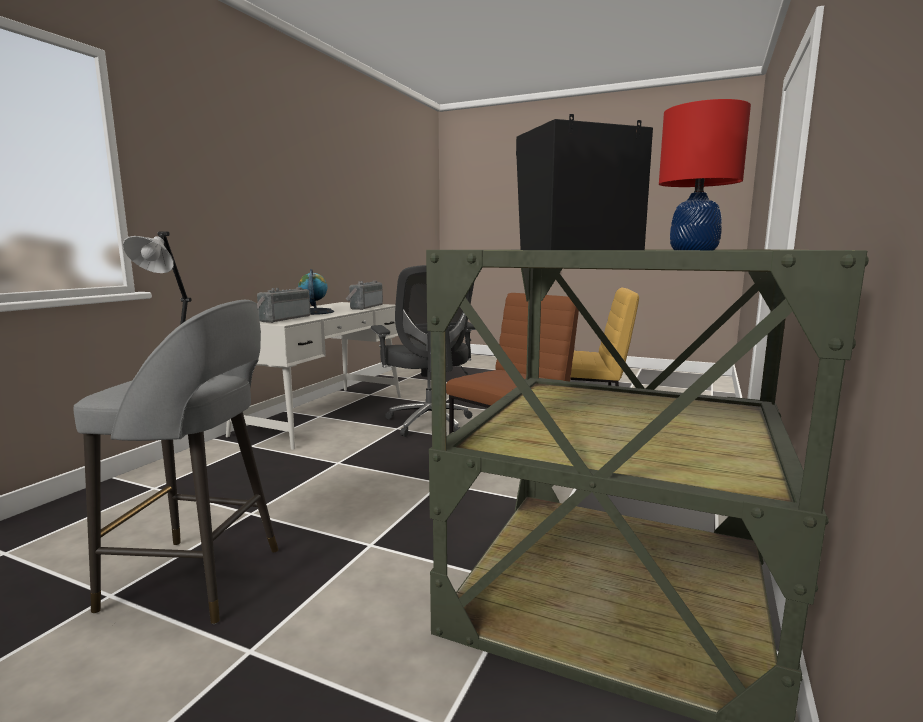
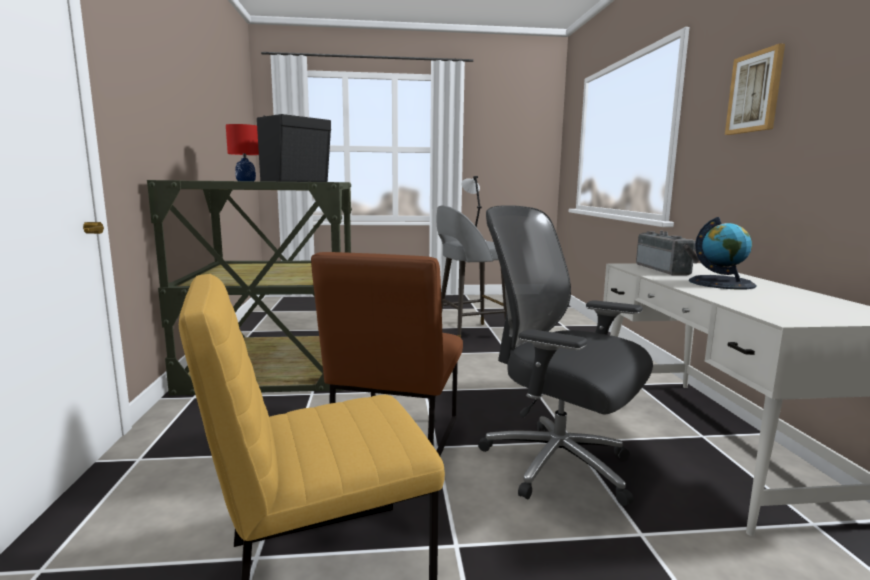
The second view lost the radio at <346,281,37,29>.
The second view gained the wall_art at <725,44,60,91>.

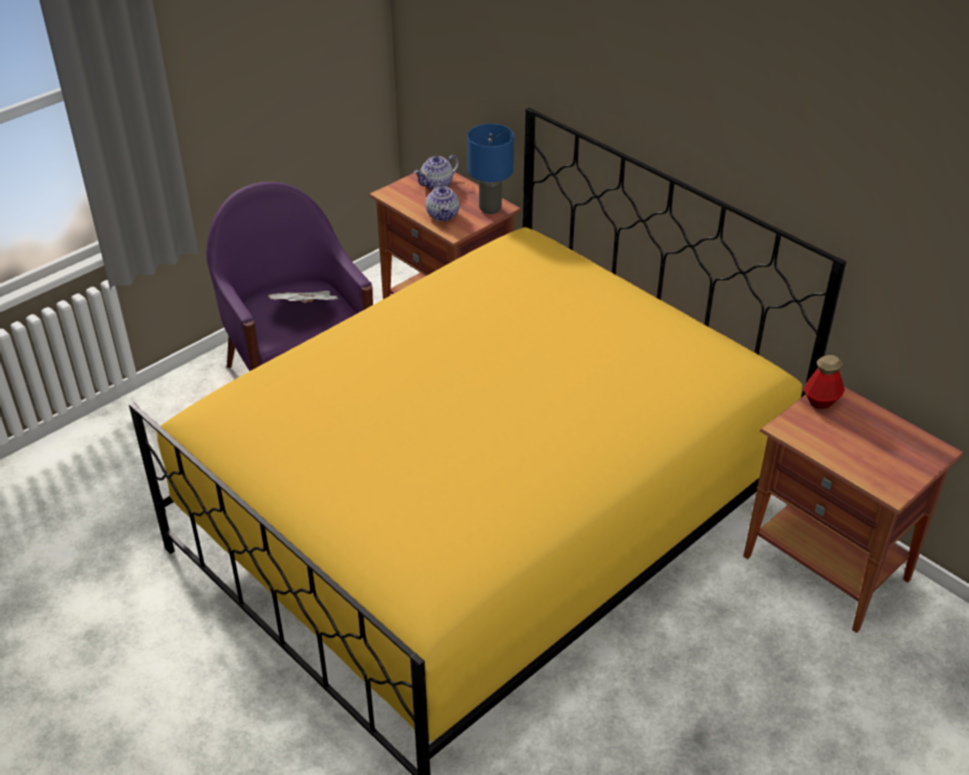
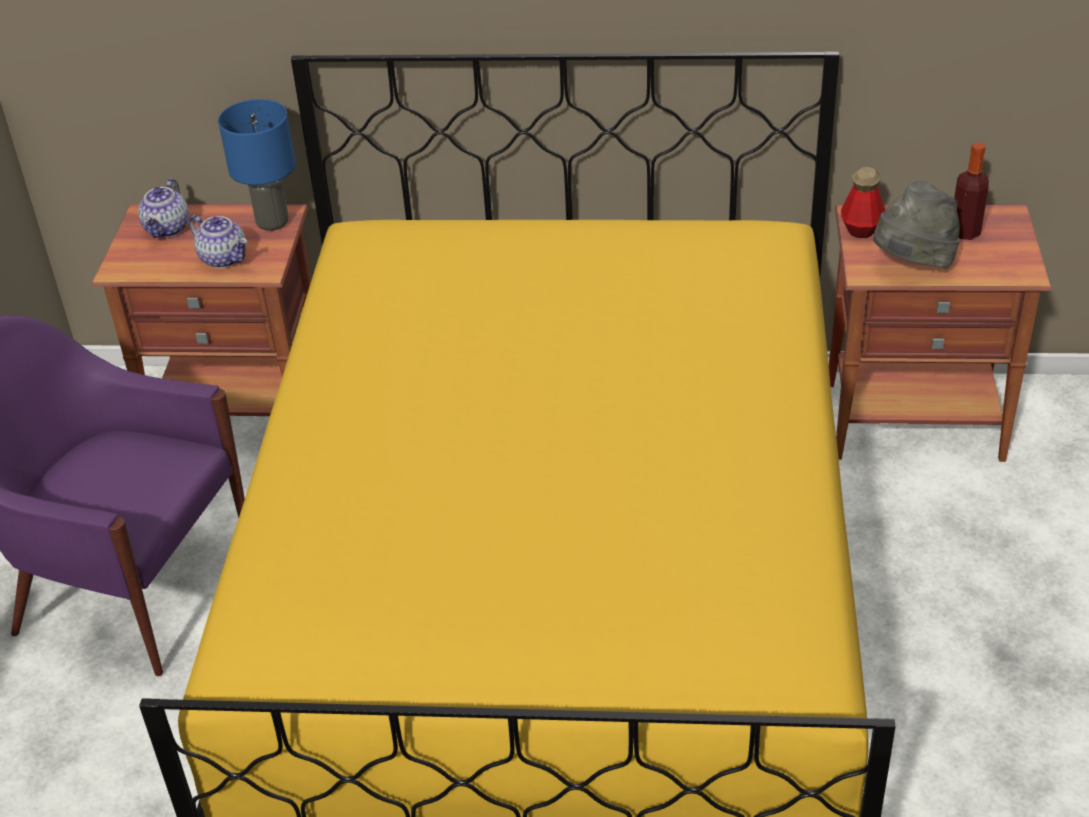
The second view lost the printed_paper at <268,291,71,12>.
The second view gained the bottle at <954,142,35,98>.
The second view gained the gray_clothing_hat at <873,181,87,87>.

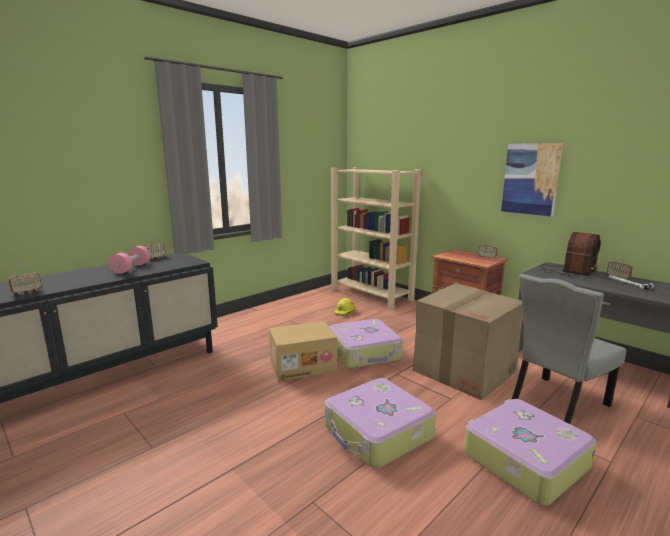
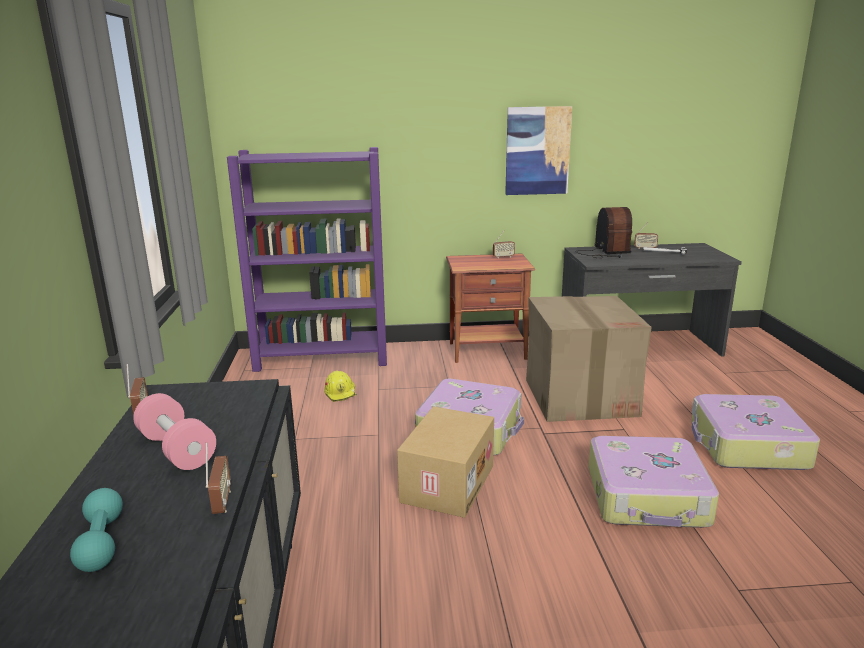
What was the sand-coloured_shelving_unit at <331,167,90,143> turned into the purple-coloured_shelving_unit at <227,147,160,225>.
The radio ended up elsewhere, having gone from <9,262,33,32> to <206,443,25,71>.
The second view lost the gray_chair at <512,274,114,150>.
The second view gained the turquoise-coloured_free_weight at <70,488,53,84>.

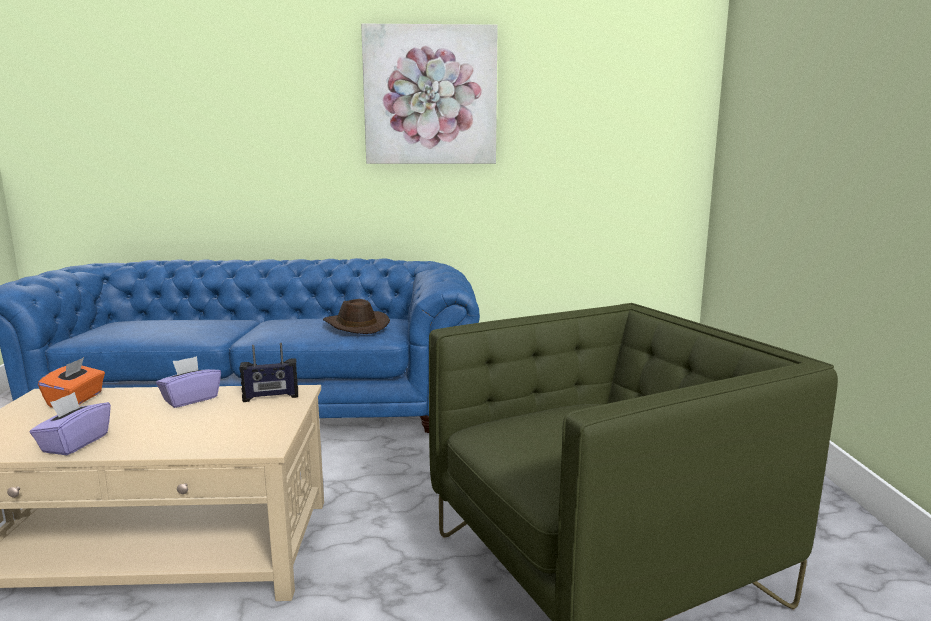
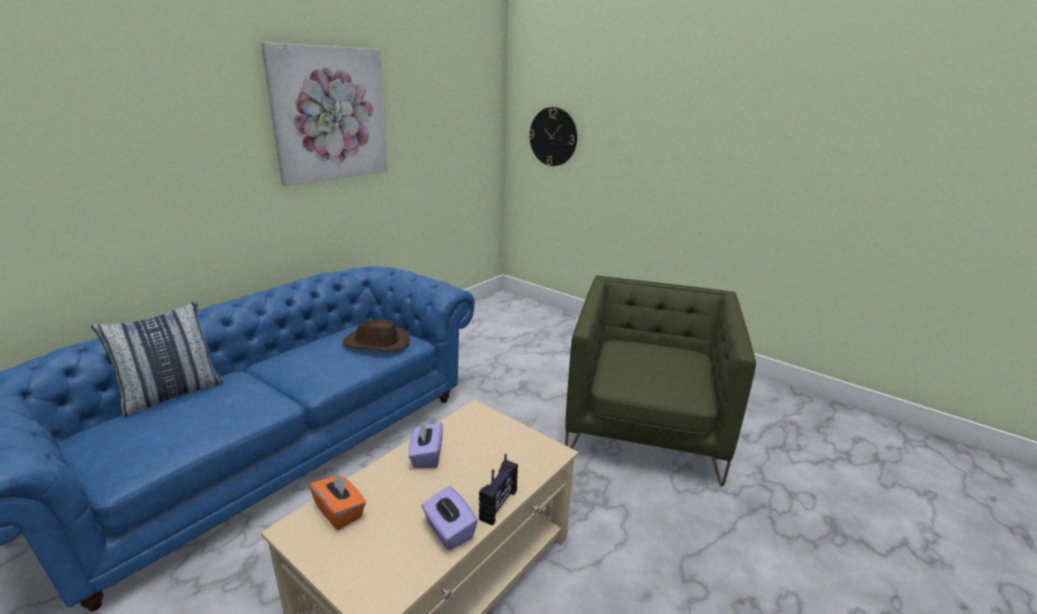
The radio ended up elsewhere, having gone from <240,343,58,59> to <479,453,39,72>.
The second view gained the hanging_clock at <529,107,48,59>.
The second view gained the cushion at <91,300,132,117>.

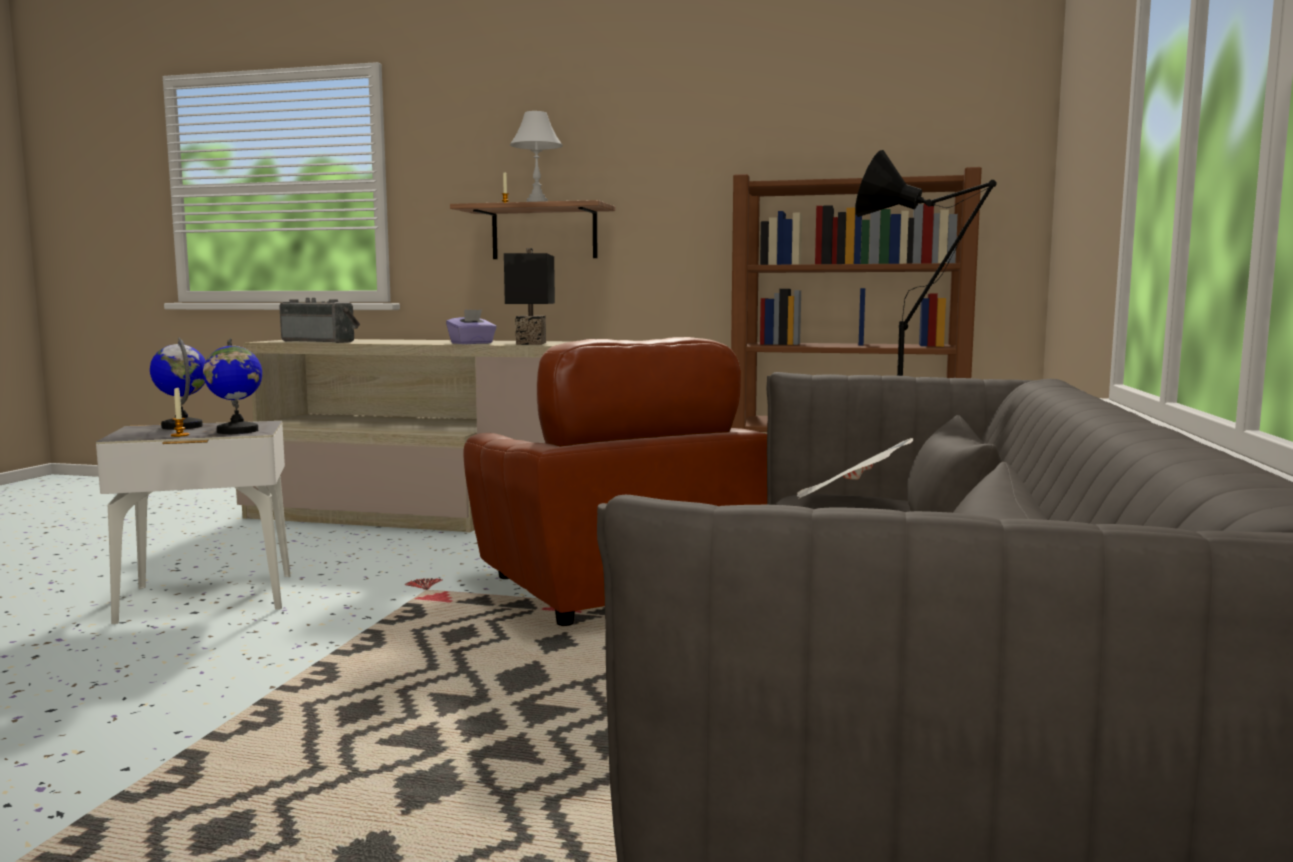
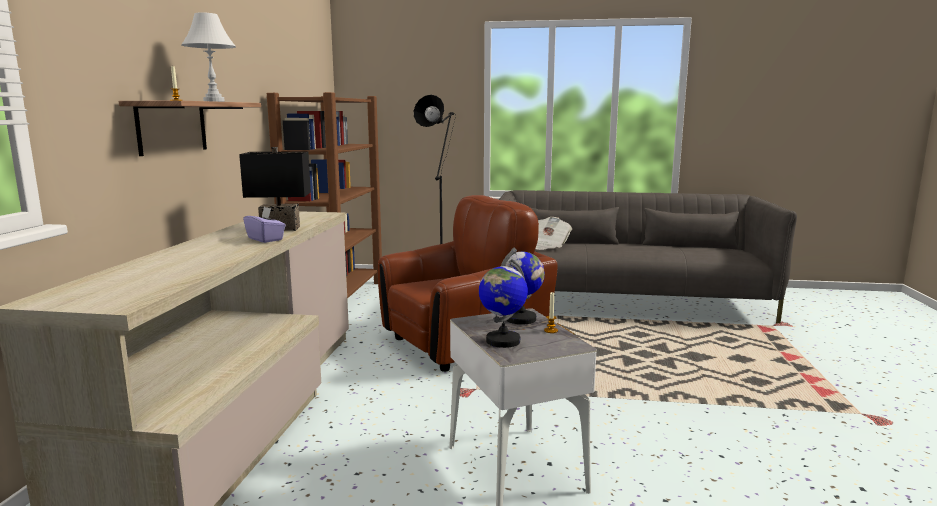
The second view lost the radio at <279,298,81,45>.

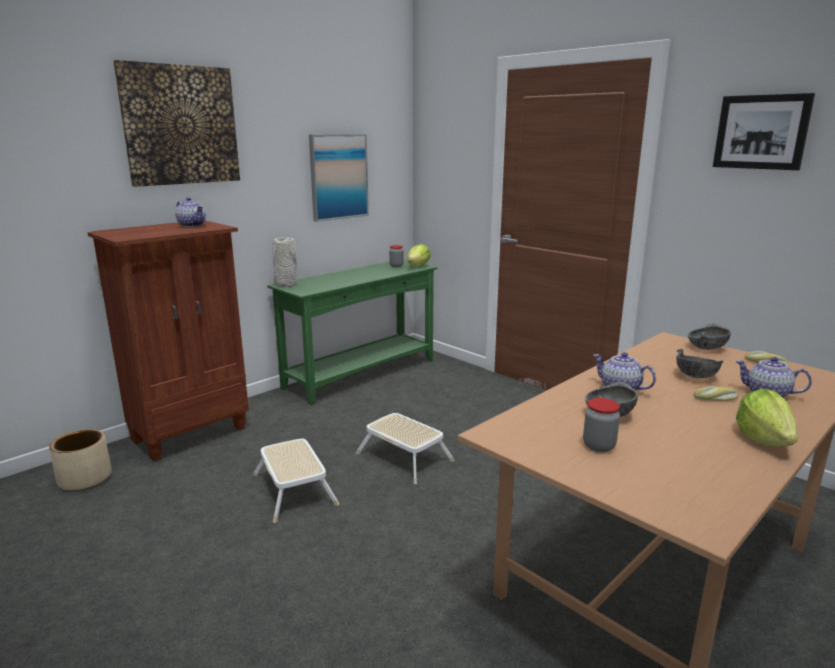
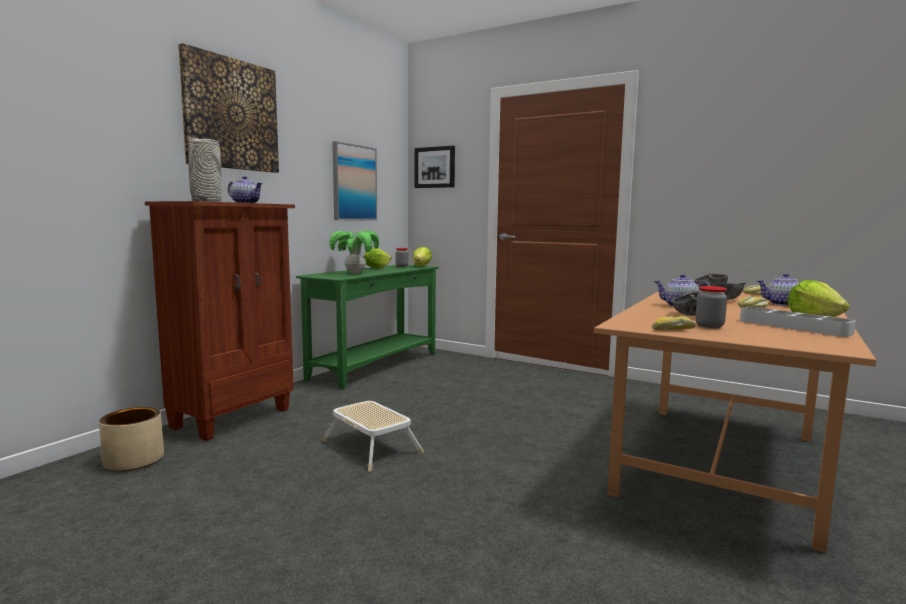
The wall_art ended up elsewhere, having gone from <713,93,102,77> to <415,146,40,42>.
The gray_decorative_vase ended up elsewhere, having gone from <273,237,24,50> to <188,138,34,64>.
The second view lost the sand-coloured_step_stool at <356,413,99,71>.
The second view gained the houseplant at <329,230,50,44>.
The second view gained the lettuce_head at <364,248,28,20>.
The second view gained the gray_carrying_tray at <740,307,116,30>.
The second view gained the baked_bread at <652,316,44,14>.

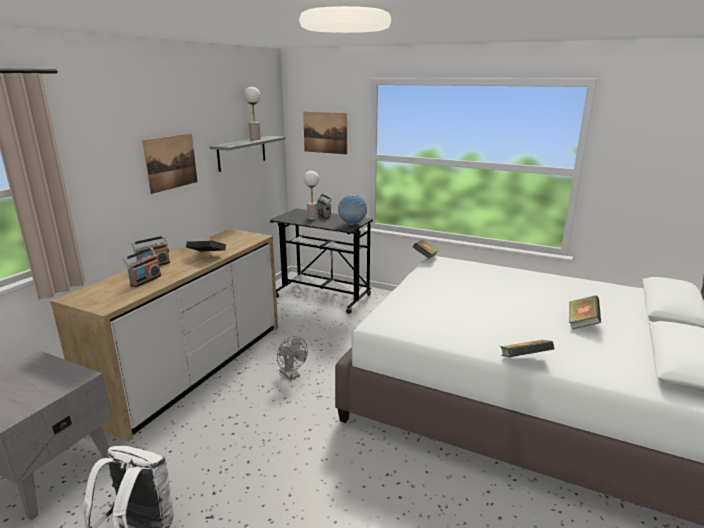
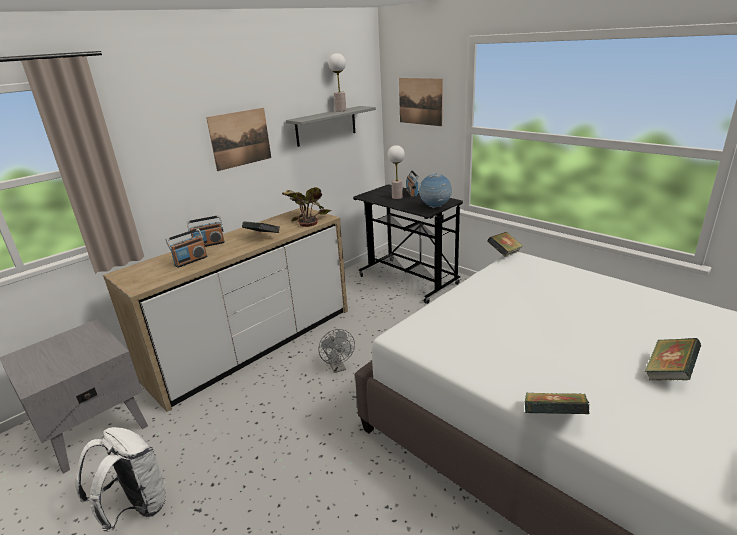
The second view gained the houseplant at <282,187,49,40>.

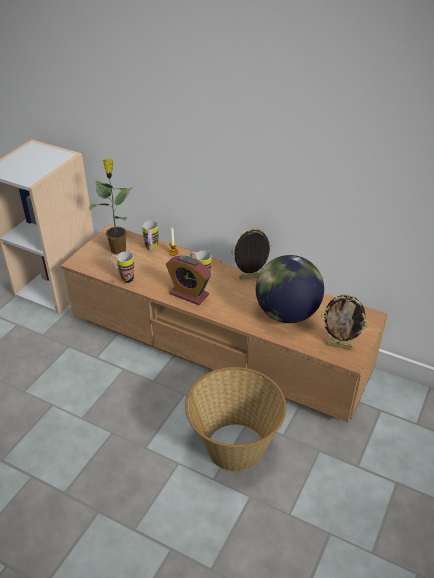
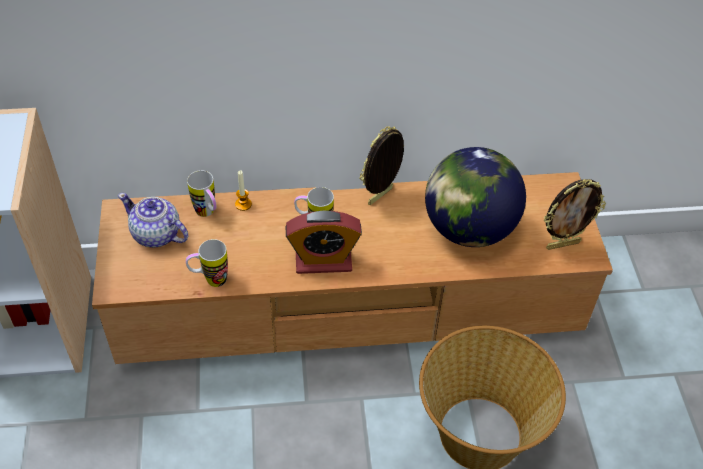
Where the houseplant stood at <89,159,44,95>, the tea_pot came to stand at <118,193,70,55>.

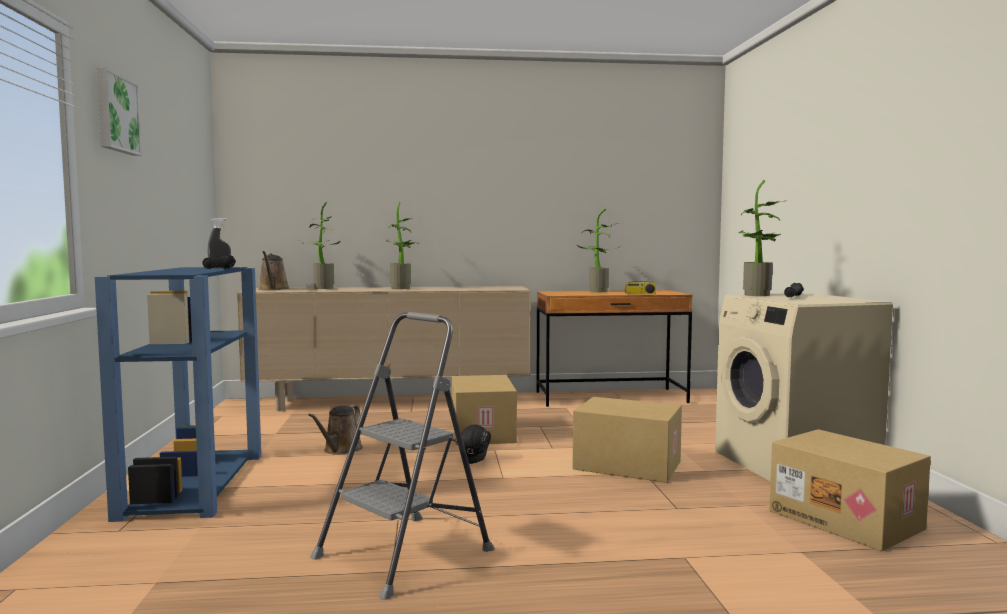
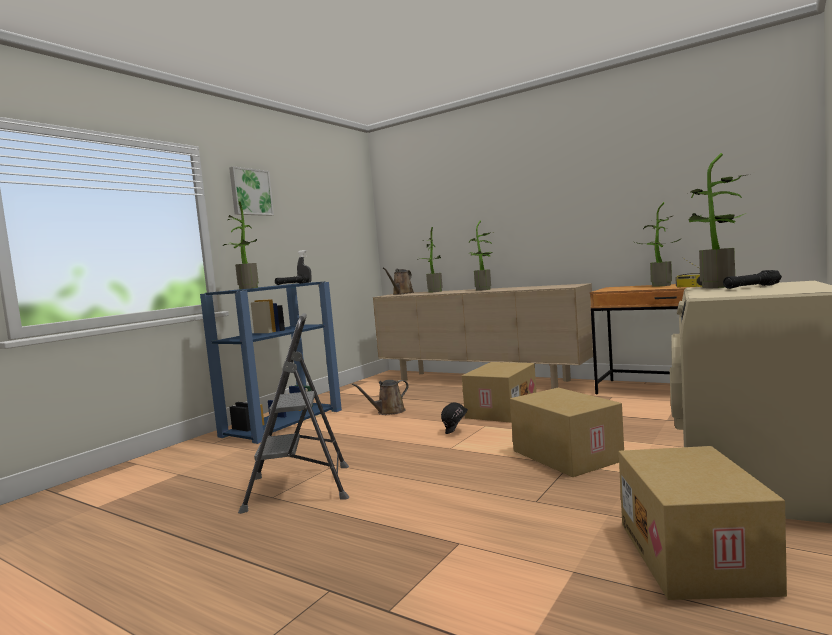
The second view gained the houseplant at <222,201,37,88>.

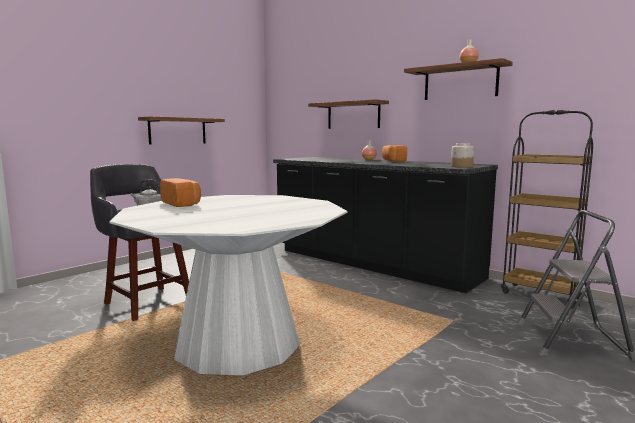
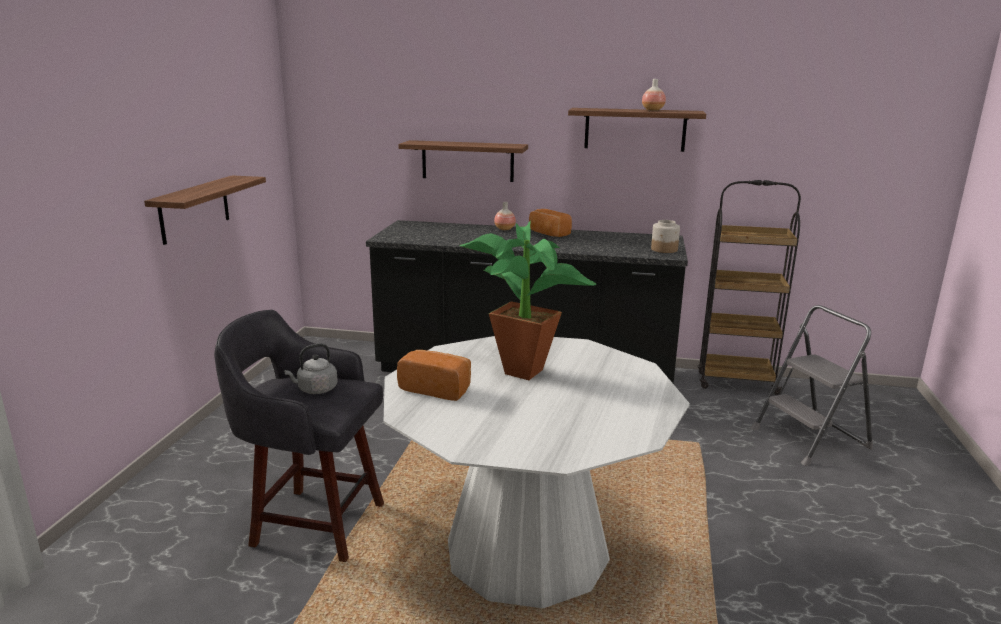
The second view gained the houseplant at <459,221,138,159>.

